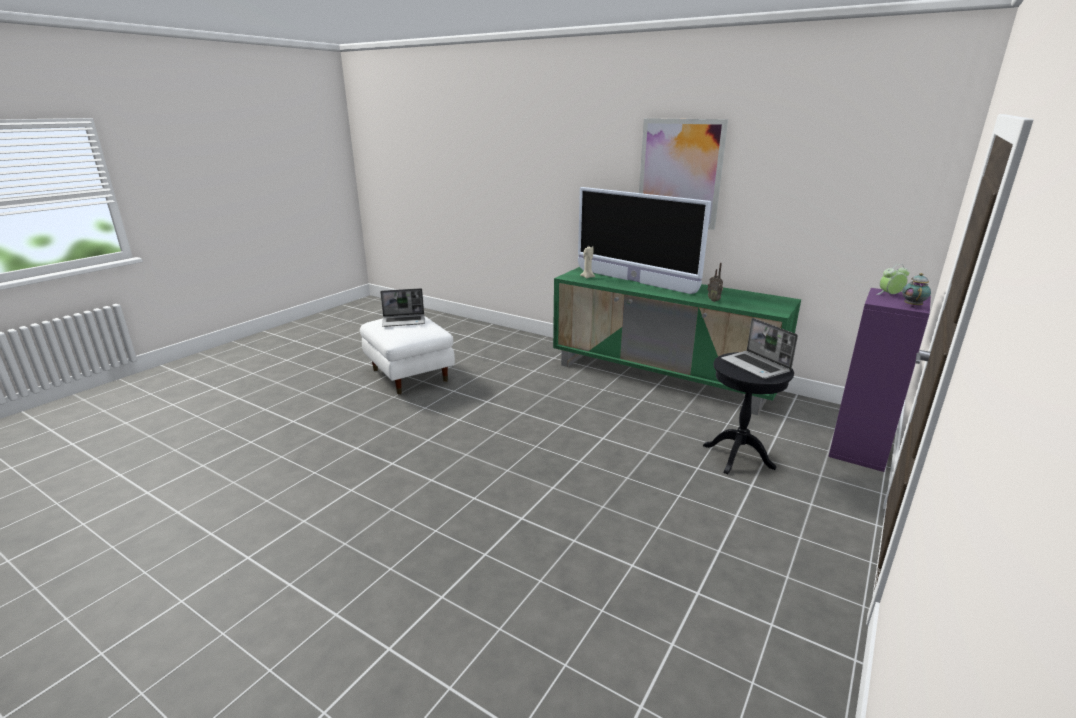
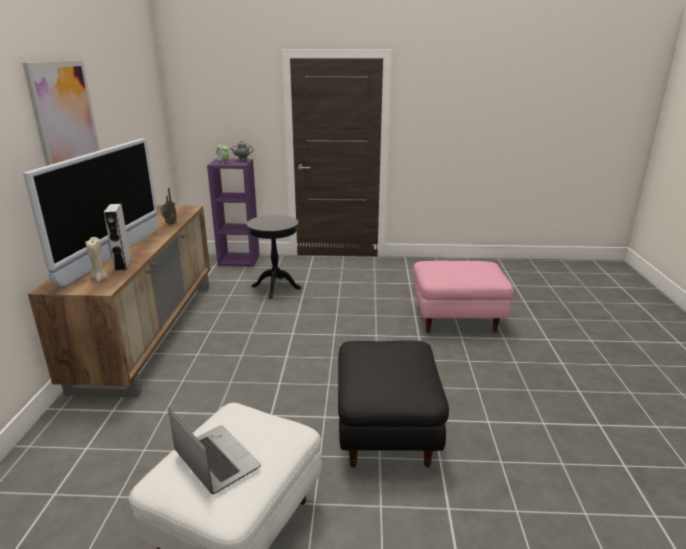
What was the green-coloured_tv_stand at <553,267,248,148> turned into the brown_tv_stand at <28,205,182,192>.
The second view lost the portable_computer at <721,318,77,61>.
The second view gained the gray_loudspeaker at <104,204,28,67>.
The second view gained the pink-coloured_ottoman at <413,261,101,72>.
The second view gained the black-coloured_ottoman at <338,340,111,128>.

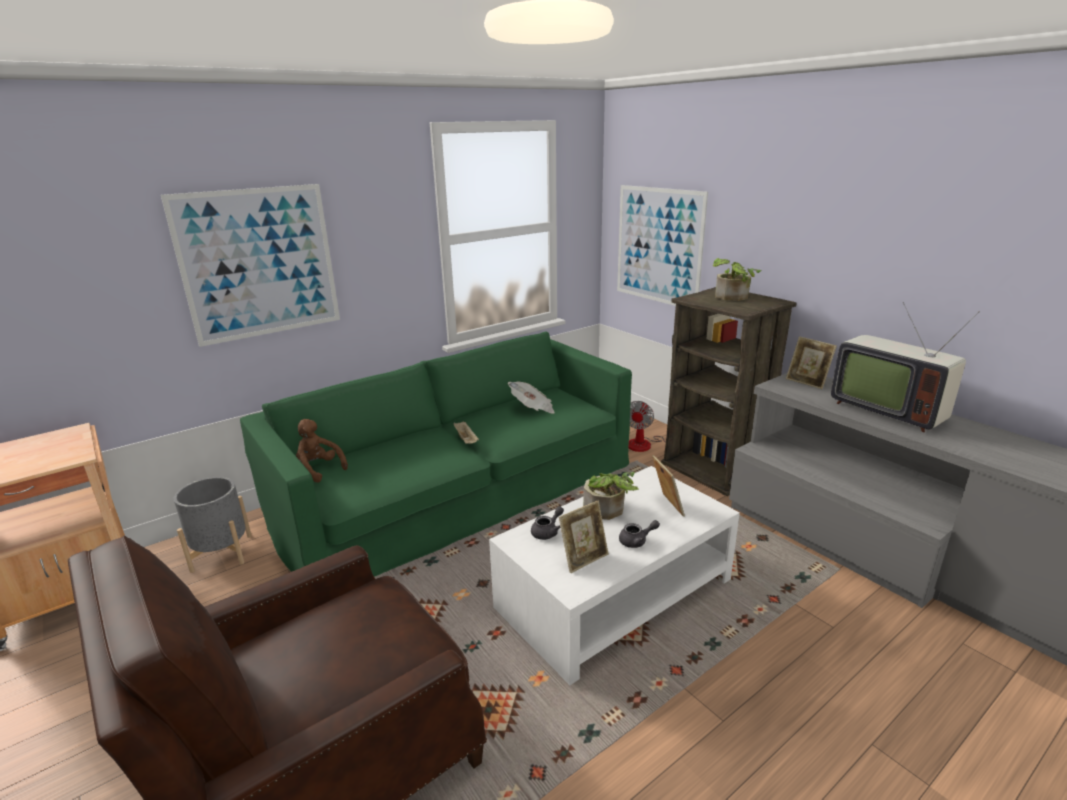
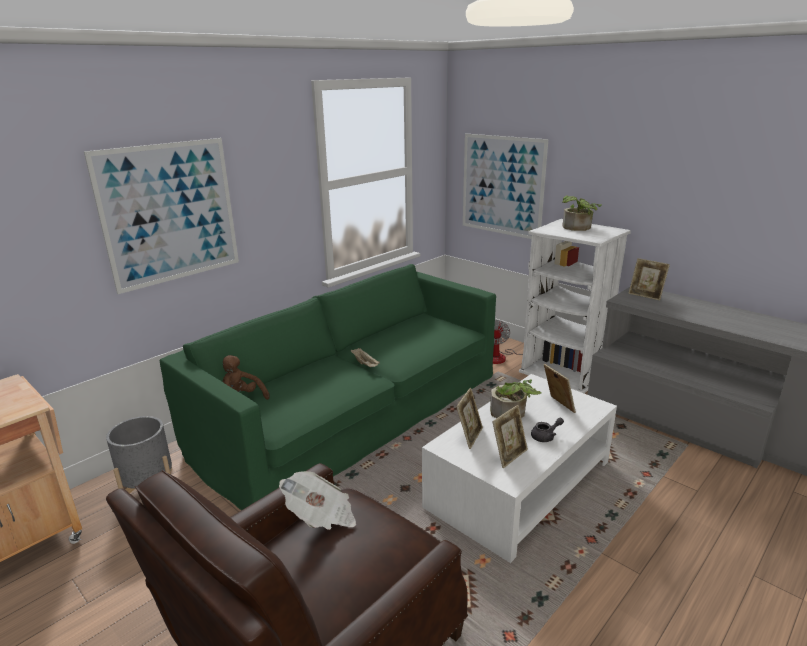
What was the brown_shelving_unit at <661,287,136,209> turned into the whitish_shelving_unit at <519,219,112,174>.
The second view lost the television at <831,302,149,130>.
The printed_paper ended up elsewhere, having gone from <508,381,47,33> to <279,471,77,59>.
Where the gray_tea_pot stood at <531,506,33,34>, the standing_frame came to stand at <456,388,27,61>.

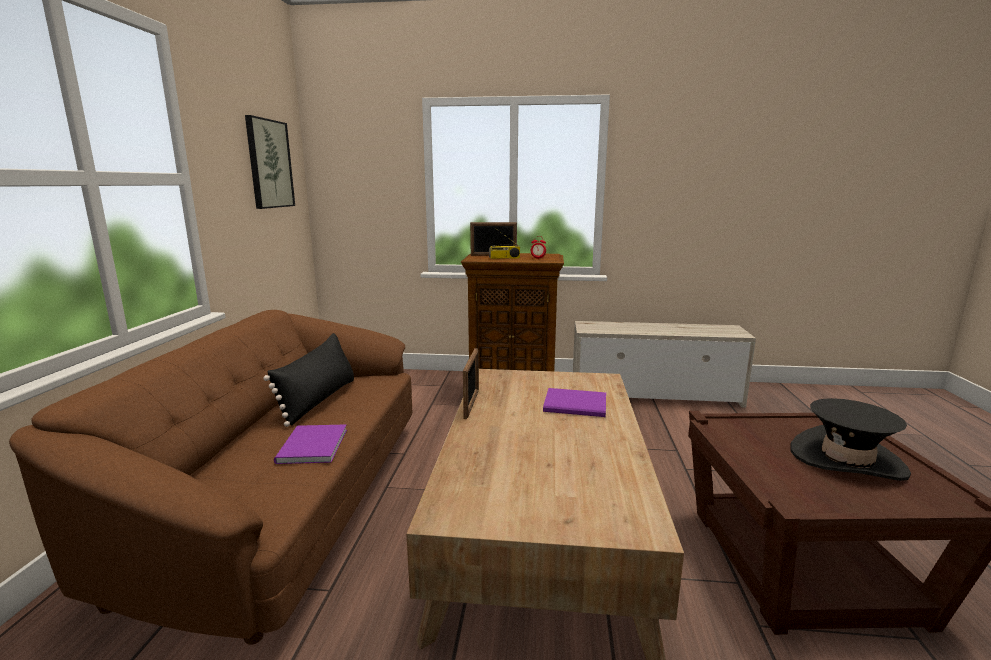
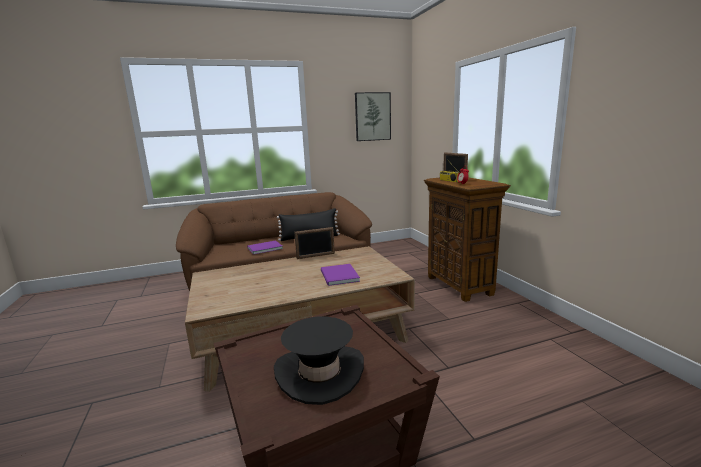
The second view lost the whitish_tv_stand at <573,321,183,87>.

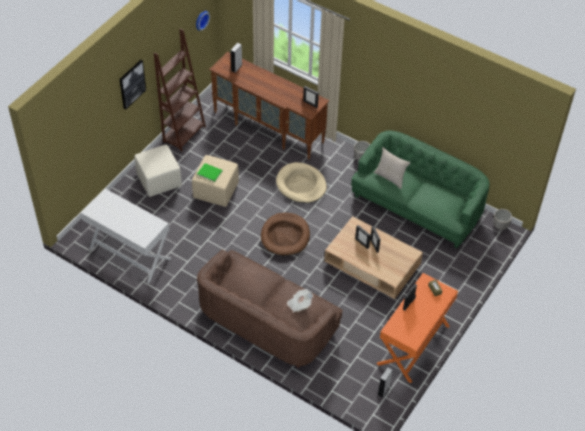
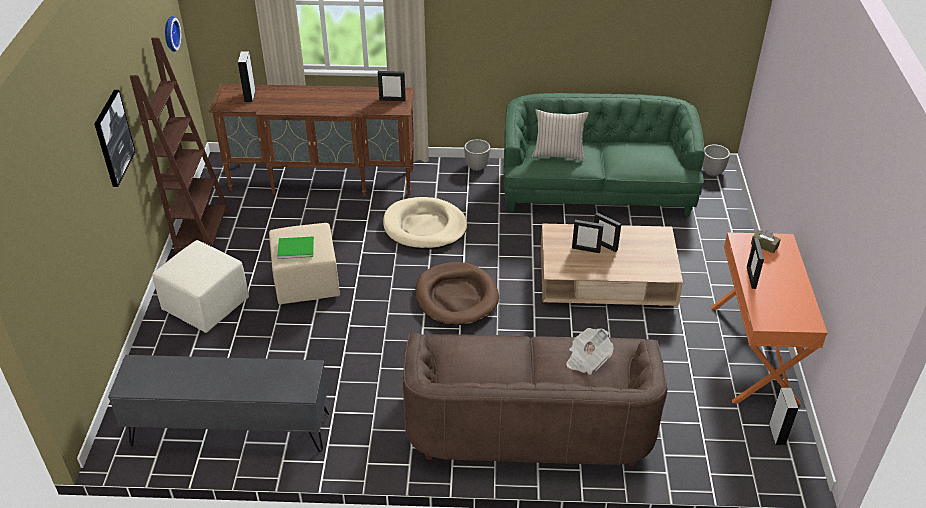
Where the whitish_console_table stood at <81,189,91,94>, the gray_tv_stand came to stand at <108,355,221,97>.

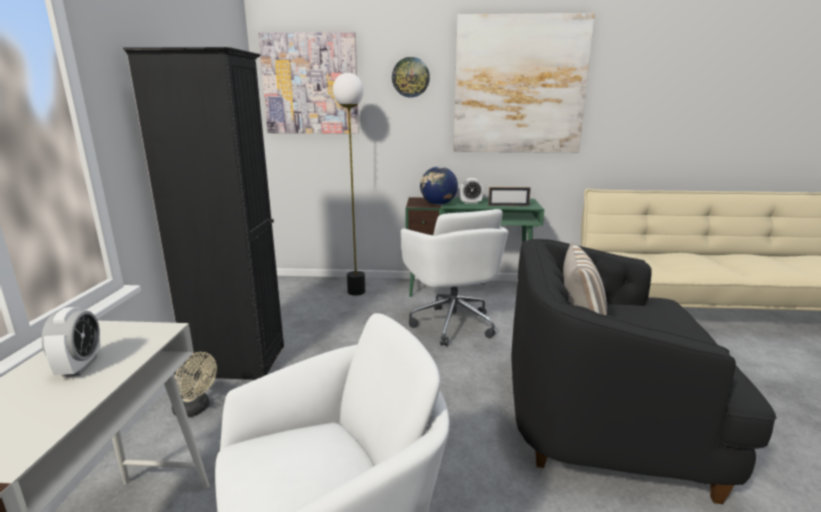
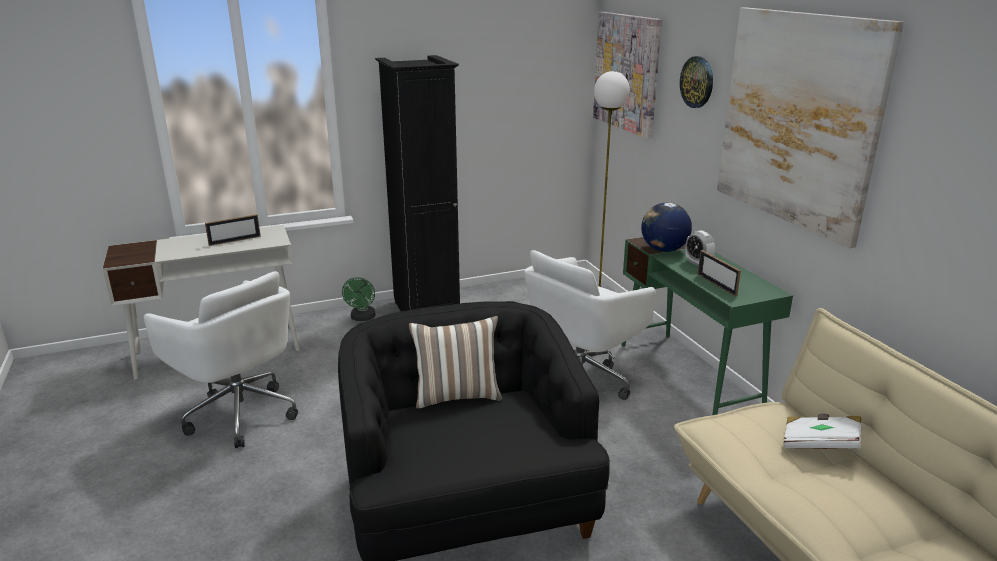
Where the alarm_clock stood at <42,307,59,70>, the standing_frame came to stand at <205,214,56,32>.
What was the sand-coloured_electric_fan at <172,352,45,65> turned into the green-coloured_electric_fan at <342,277,34,44>.
The second view gained the whitish_volume at <784,414,77,35>.

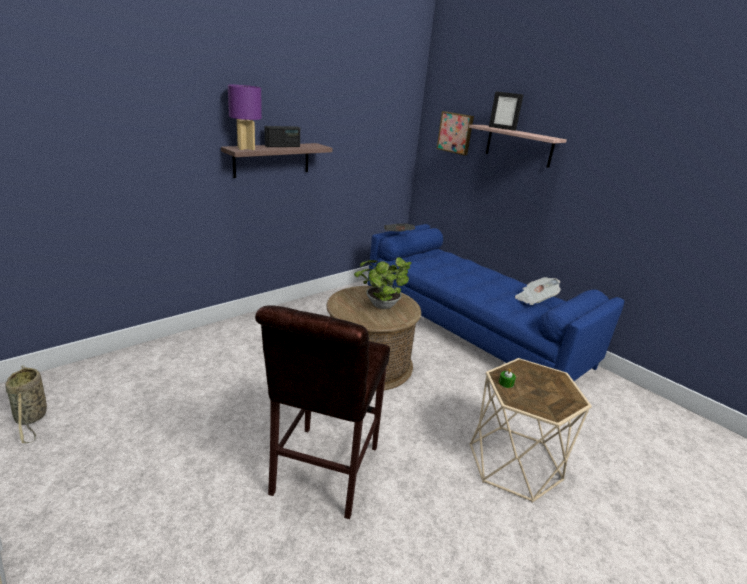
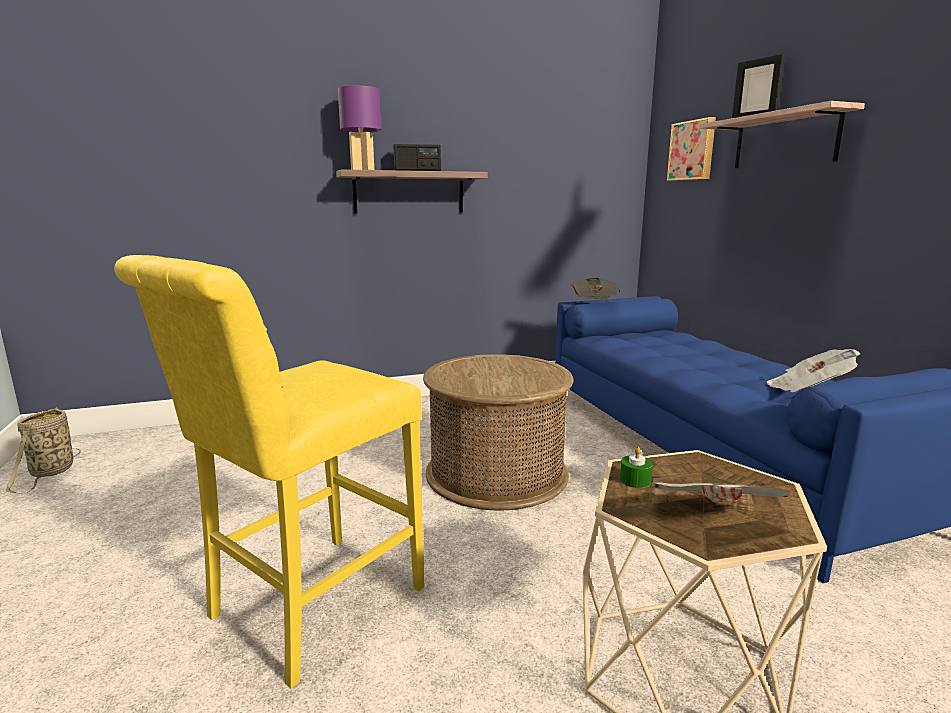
The second view lost the houseplant at <354,257,58,52>.
What was the brown_stool_seat at <255,305,135,214> turned into the yellow_stool_seat at <114,255,310,433>.
The second view gained the printed_paper at <651,482,140,21>.

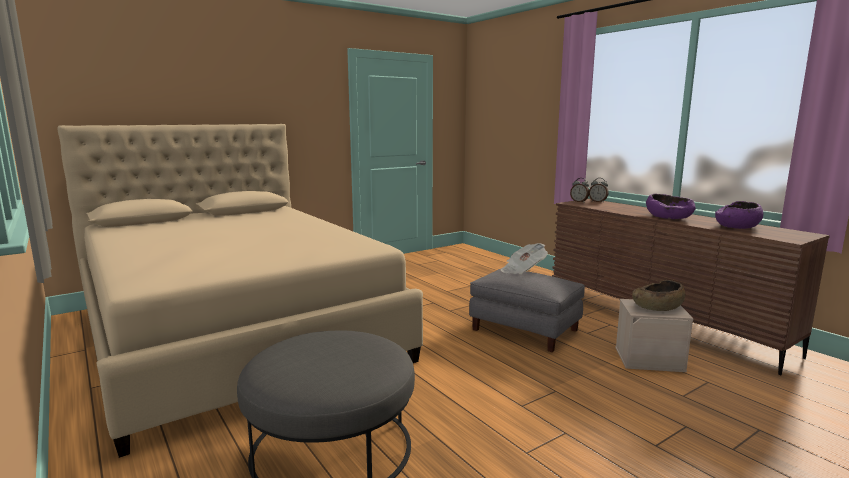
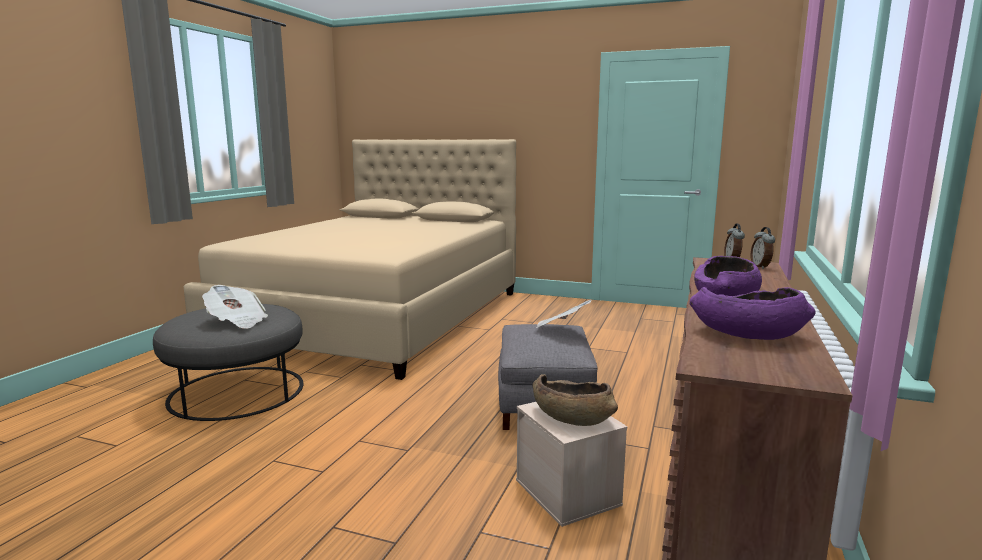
The second view gained the printed_paper at <202,285,66,44>.

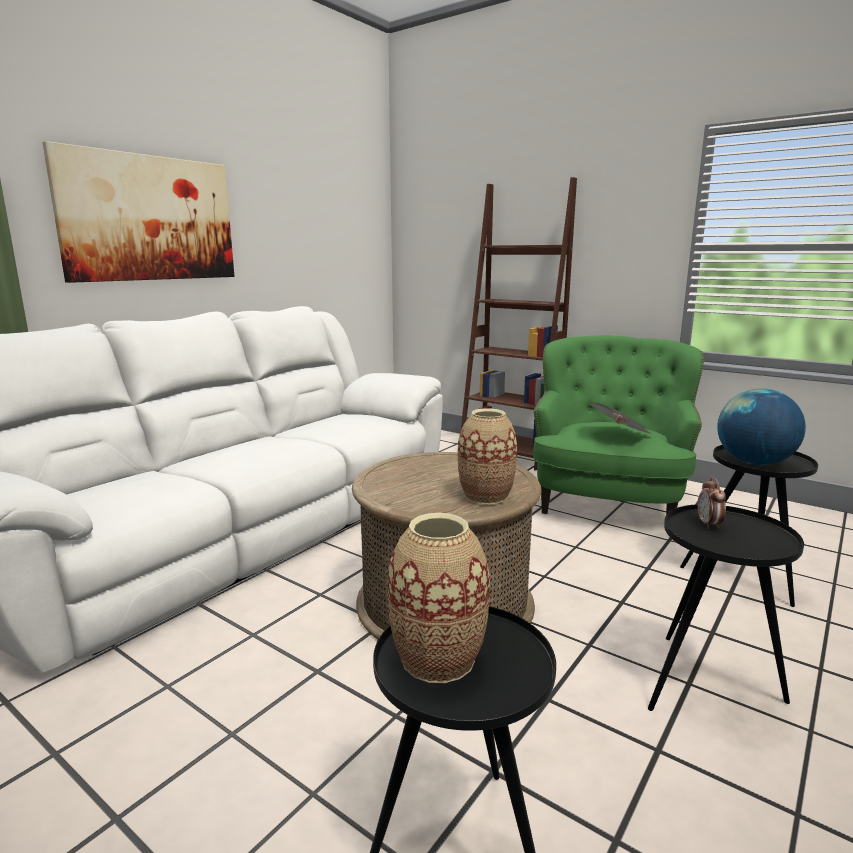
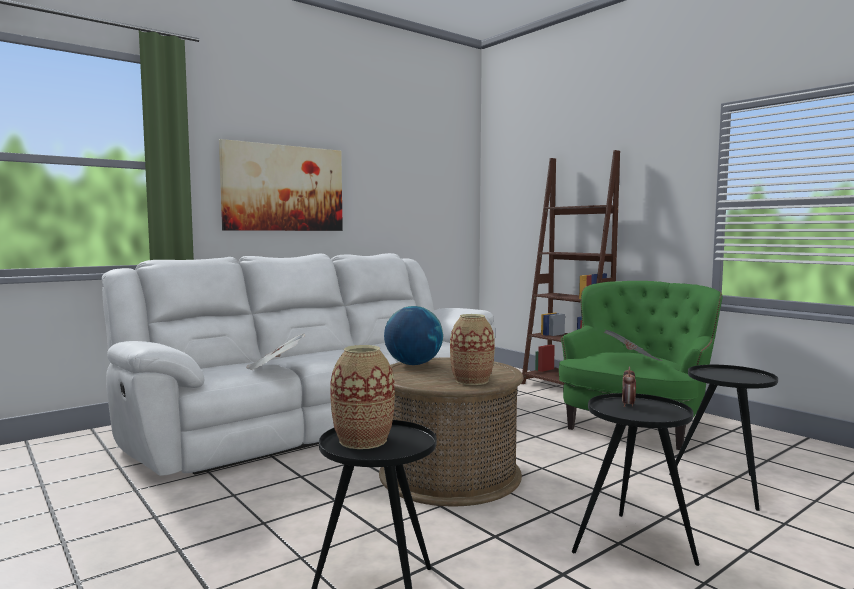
The desk_globe ended up elsewhere, having gone from <717,389,89,77> to <384,306,59,59>.
The second view gained the printed_paper at <246,334,59,36>.

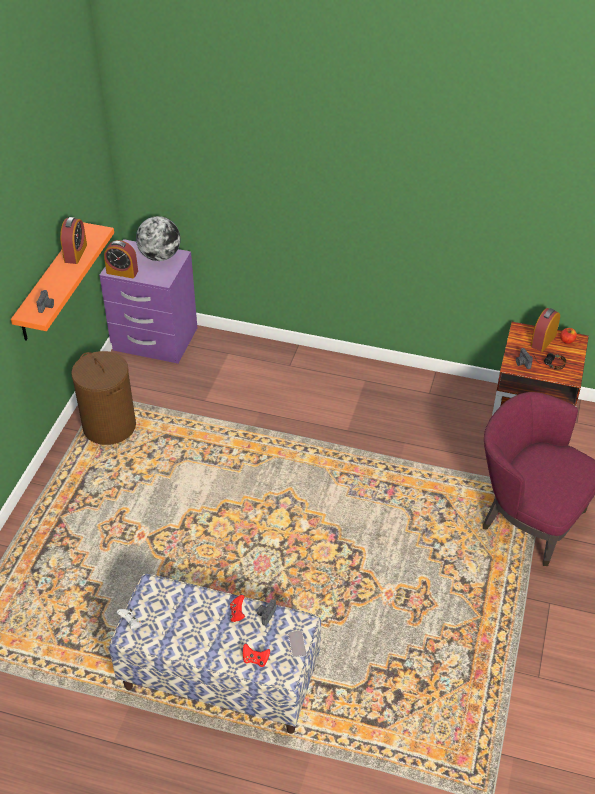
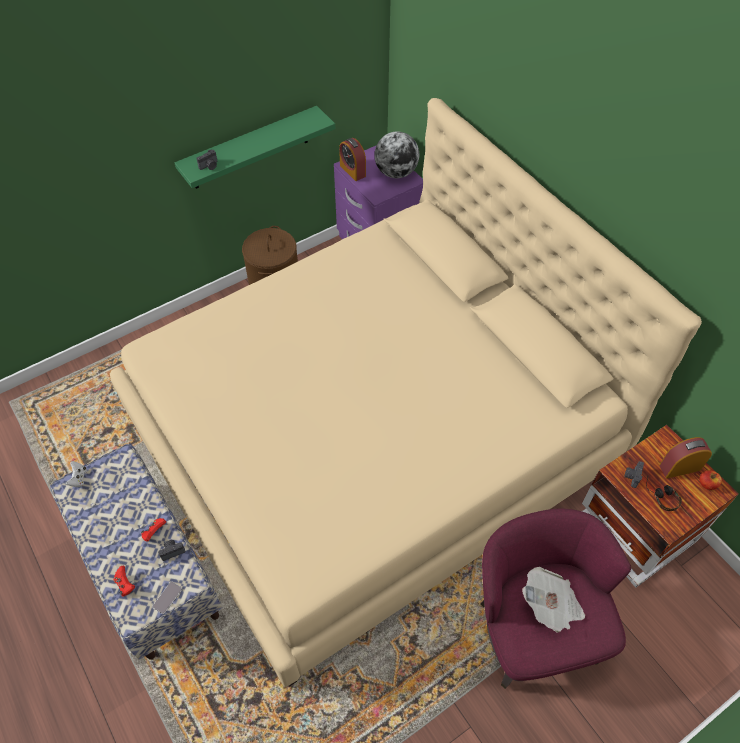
The second view lost the alarm_clock at <60,217,27,47>.
What was the orangey_wall_shelf at <11,222,103,119> turned into the green-coloured_wall_shelf at <174,106,161,83>.
The second view gained the sand-coloured_sleeping_bed at <110,98,592,589>.
The second view gained the printed_paper at <522,567,63,66>.

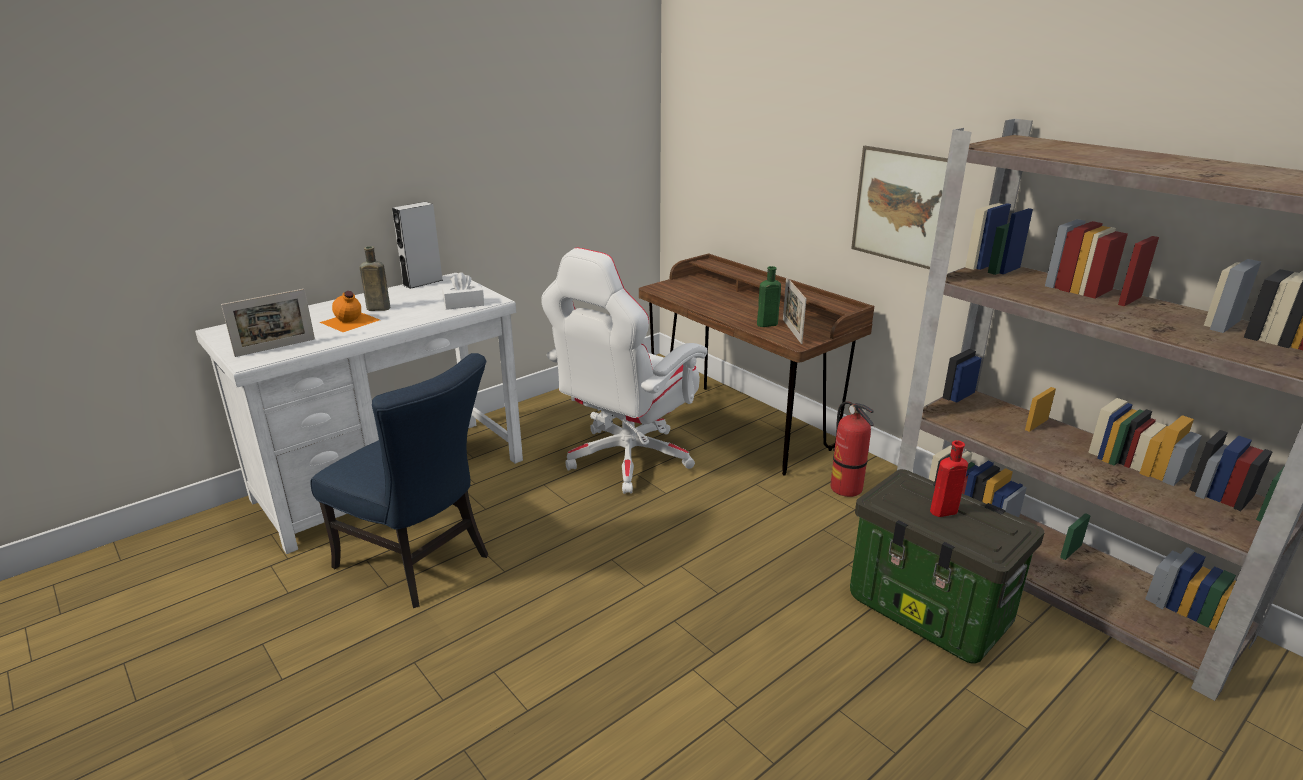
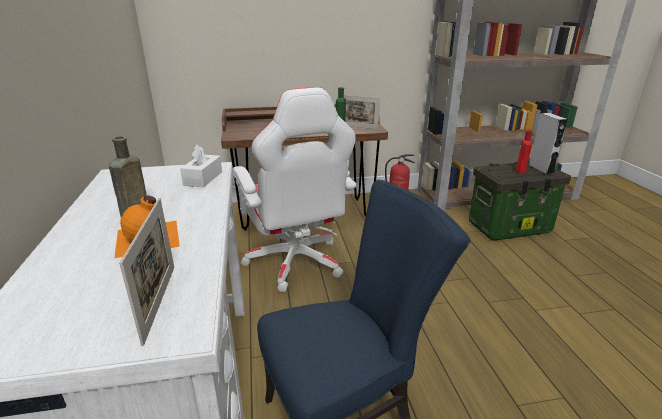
The second view lost the wall_art at <851,146,97,123>.
The gray_loudspeaker ended up elsewhere, having gone from <392,202,51,87> to <528,113,40,62>.

